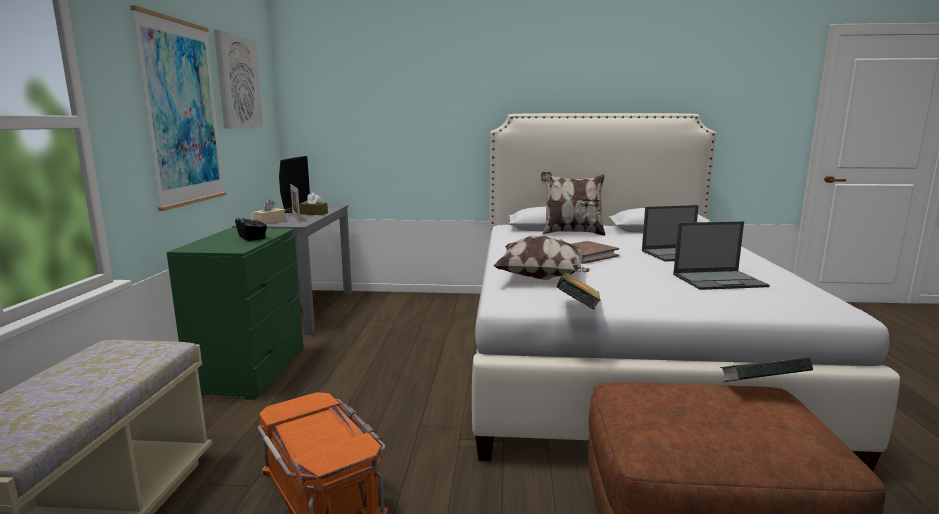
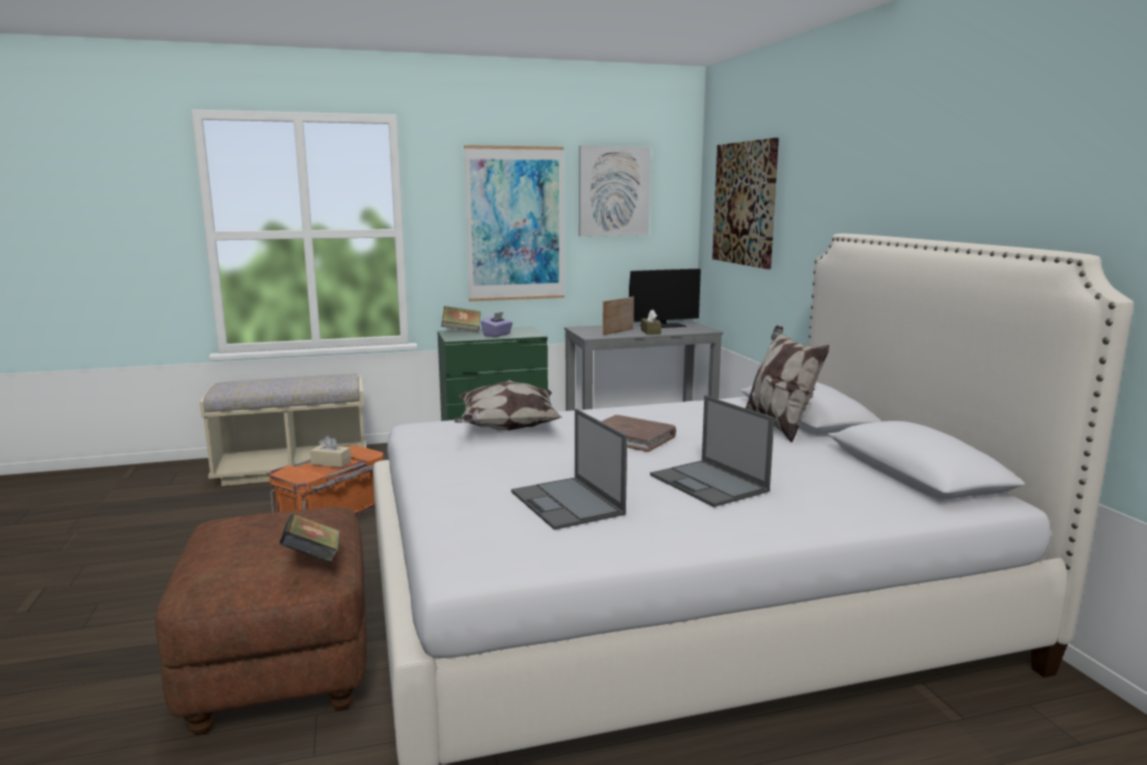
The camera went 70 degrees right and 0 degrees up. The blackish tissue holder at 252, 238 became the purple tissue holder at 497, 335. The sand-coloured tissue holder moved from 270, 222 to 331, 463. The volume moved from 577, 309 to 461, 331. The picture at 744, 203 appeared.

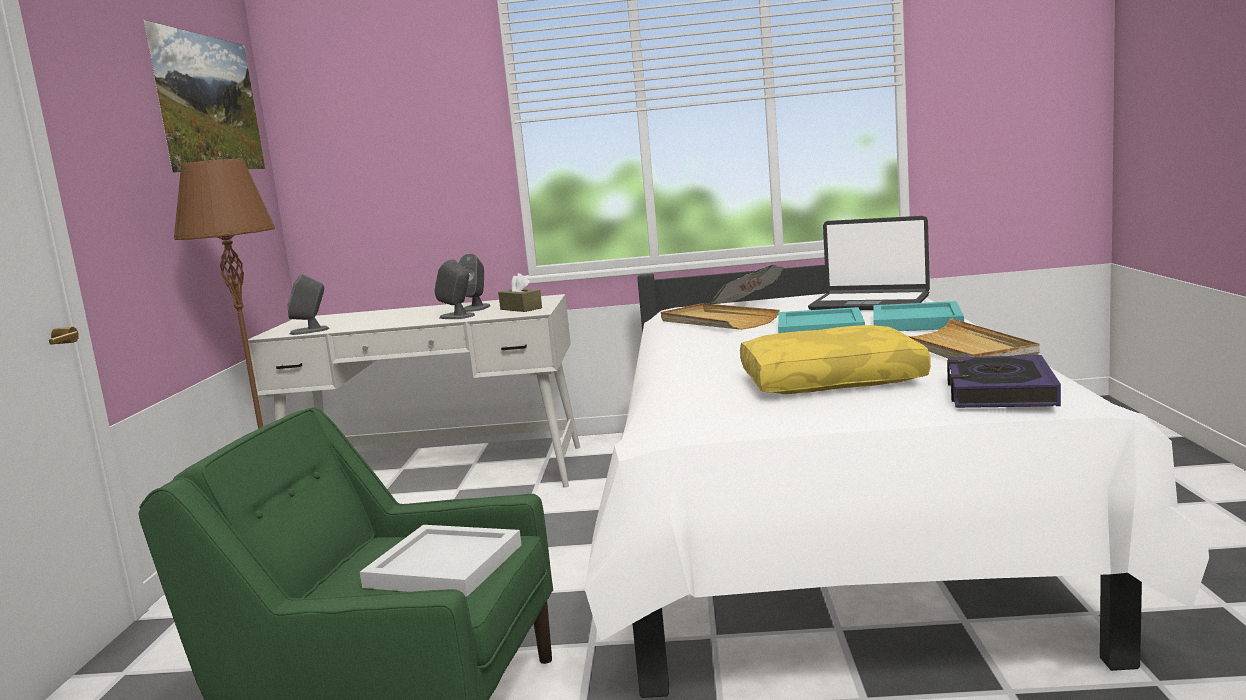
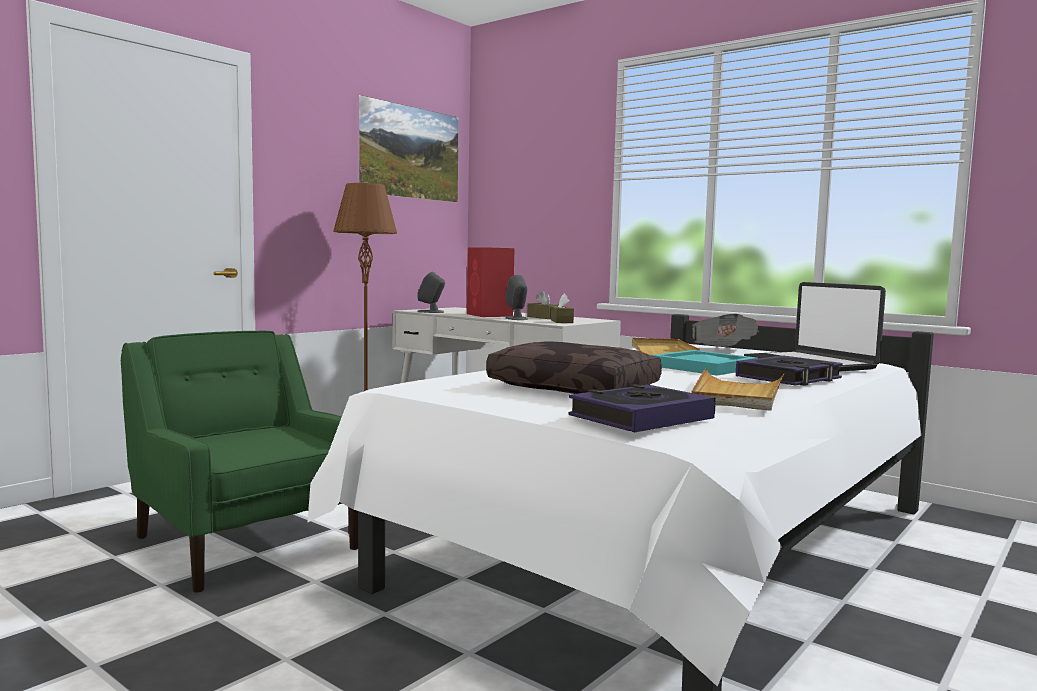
The camera went 35 degrees right and 5 degrees down. The white-coloured carrying tray at 442, 566 disappeared. The grey speaker at 476, 308 was replaced by the brown tissue holder at 543, 317. The yellow-coloured pillow at 831, 380 became the brown pillow at 575, 388. The turquoise-coloured carrying tray at 918, 321 was replaced by the volume at 789, 378. The red-coloured speaker at 490, 315 appeared.

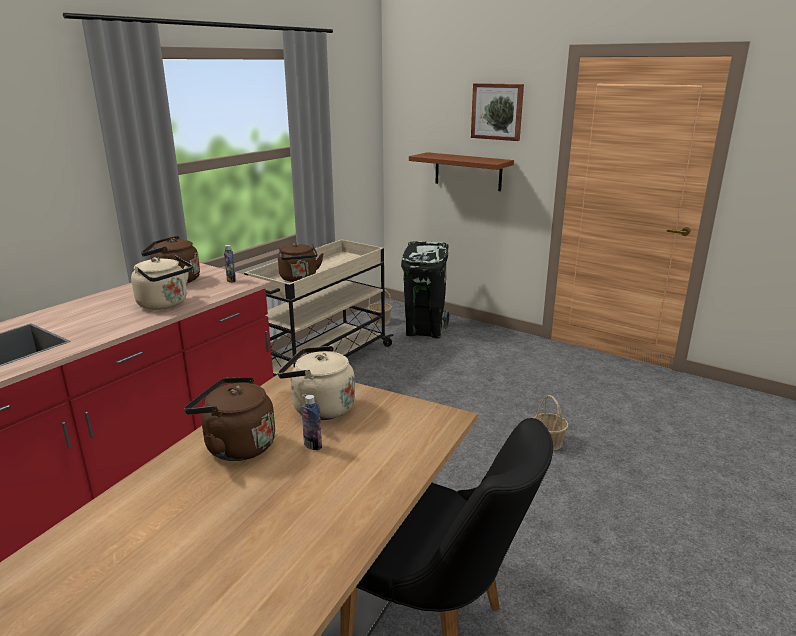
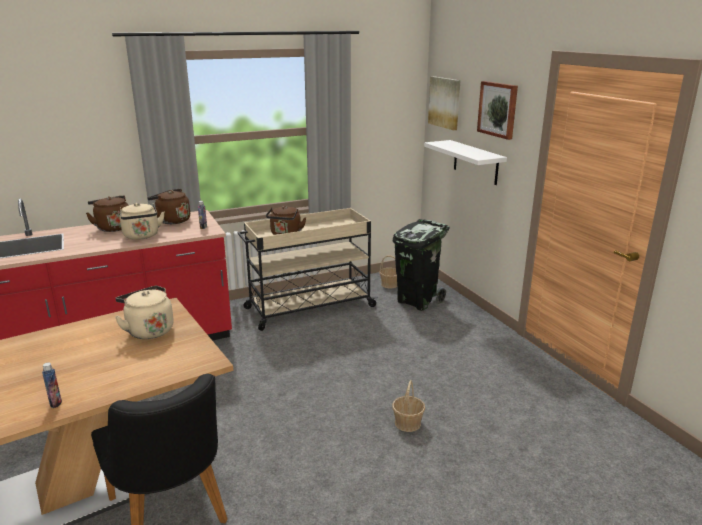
The camera went 30 degrees right and 0 degrees up. The brown tea kettle moved from 236, 446 to 112, 227. The beverage bottle moved from 313, 445 to 55, 403. The brown shelf at 468, 171 became the white-coloured shelf at 475, 162. The picture at 445, 102 appeared.

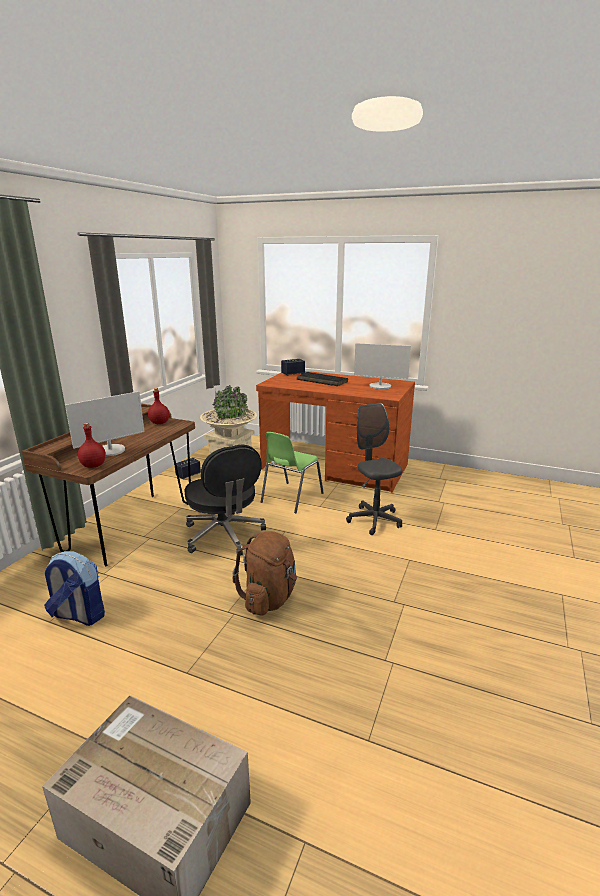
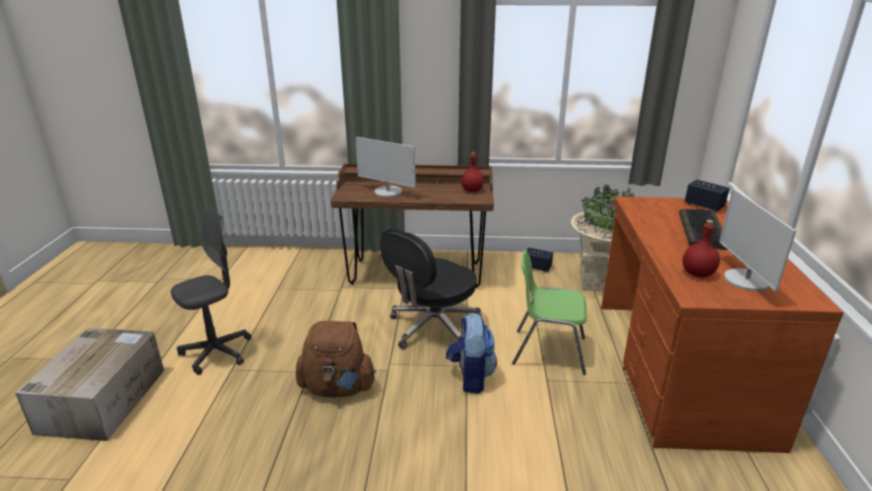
The camera went 70 degrees right and 5 degrees up. The backpack moved from 78, 615 to 470, 377. The red-coloured beverage bottle moved from 93, 465 to 697, 273. The grey desk chair moved from 374, 520 to 217, 352.

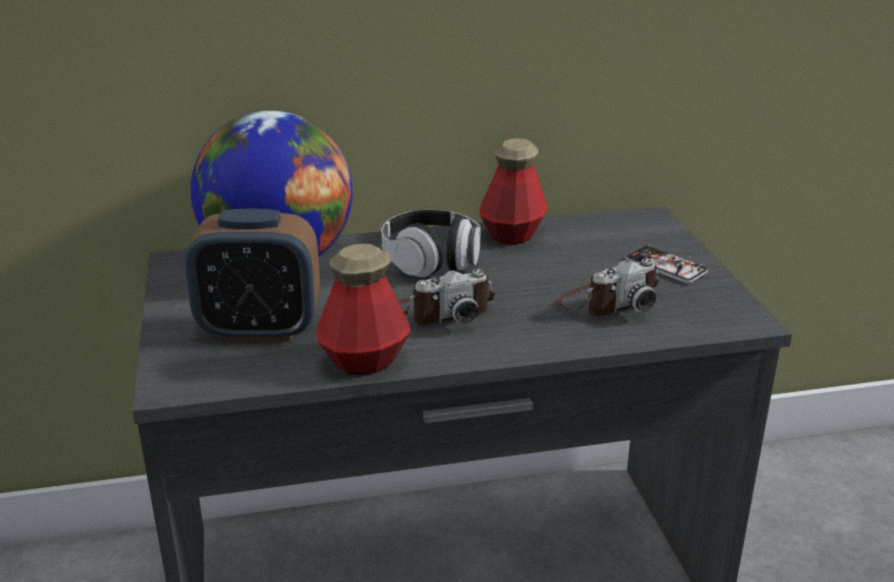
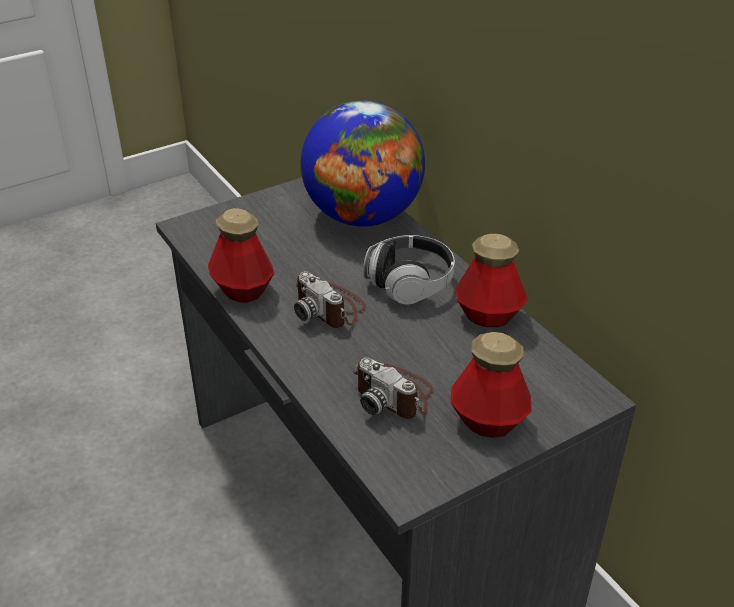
The camera went 70 degrees right and 10 degrees up. The alarm clock at 259, 330 disappeared. The phone at 665, 266 was replaced by the beverage bottle at 488, 421.

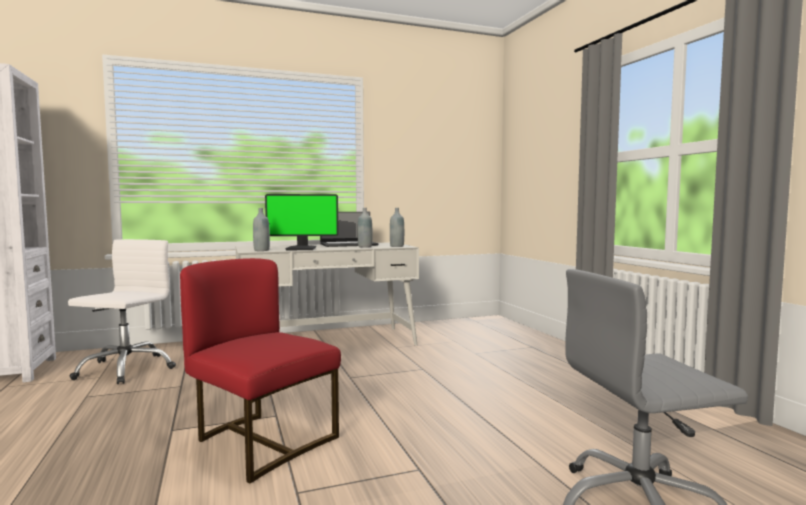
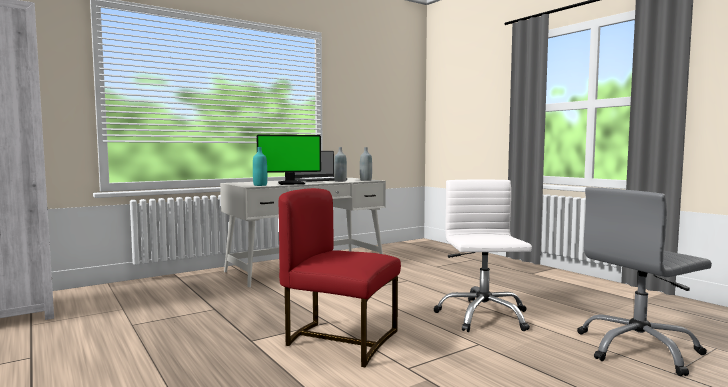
The camera went 15 degrees left and 0 degrees up. The white-coloured desk chair moved from 125, 369 to 482, 316. The grey beverage bottle at 261, 250 became the turquoise-coloured beverage bottle at 260, 185.

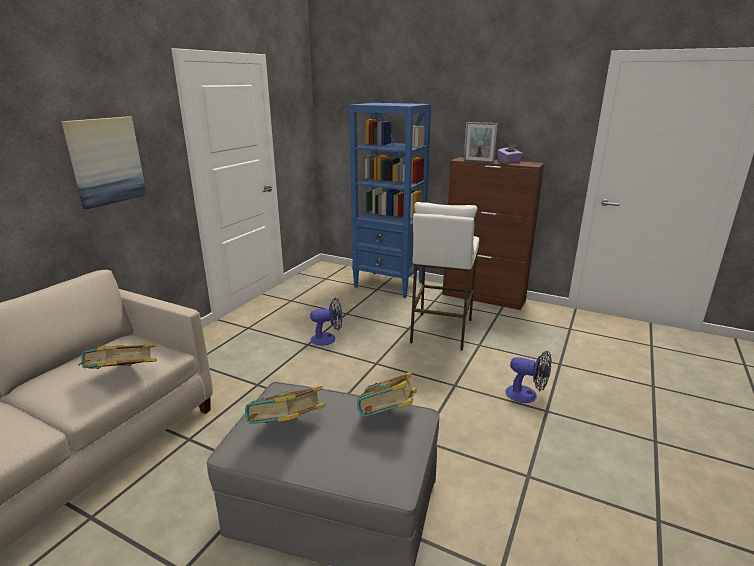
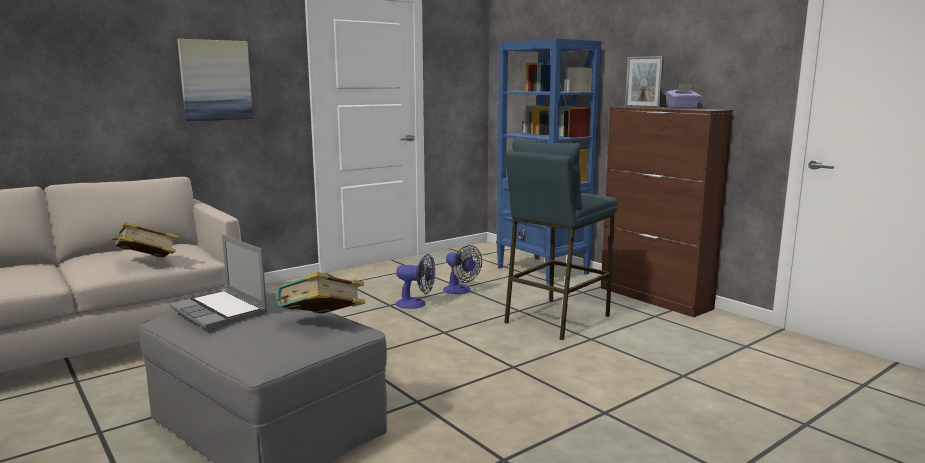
The camera went 25 degrees right and 10 degrees down. The volume at 287, 428 was replaced by the laptop at 221, 311. The white-coloured stool seat at 440, 331 became the blue-coloured stool seat at 555, 319. The electric fan moved from 527, 395 to 460, 291.

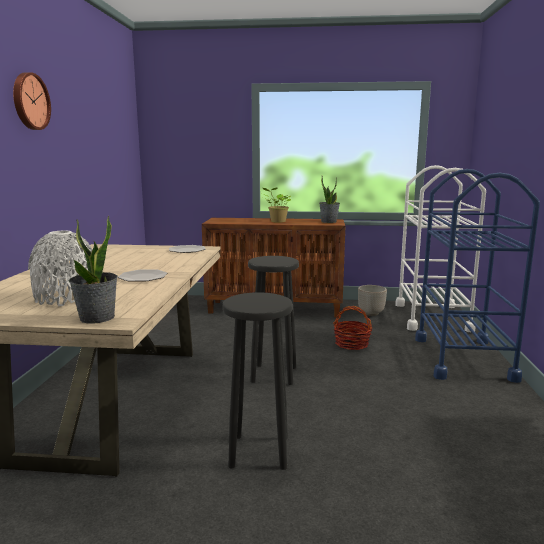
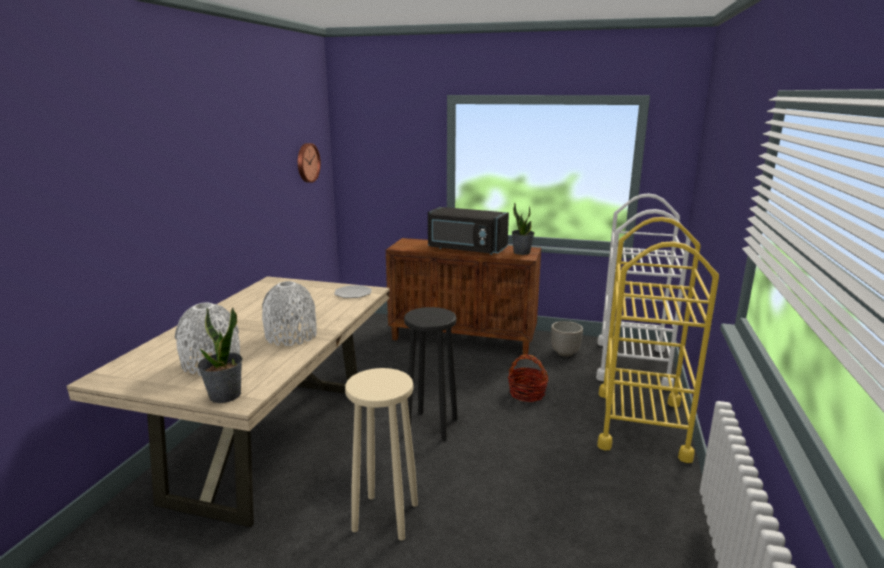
The camera went 10 degrees right and 5 degrees up. The wall clock moved from 29, 101 to 307, 162. The dinner plate at 143, 277 was replaced by the white-coloured flower vase at 291, 336. The blackish stool seat at 259, 452 became the sand-coloured stool seat at 385, 517. The potted plant at 277, 221 was replaced by the blackish kitchen microwave at 466, 249. The blue-coloured trolley at 463, 358 became the yellow-coloured trolley at 641, 424.

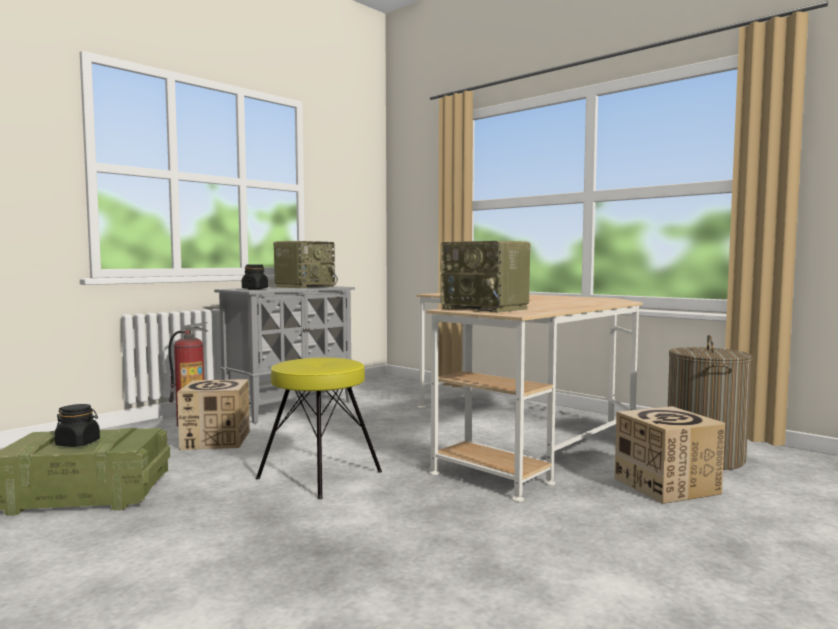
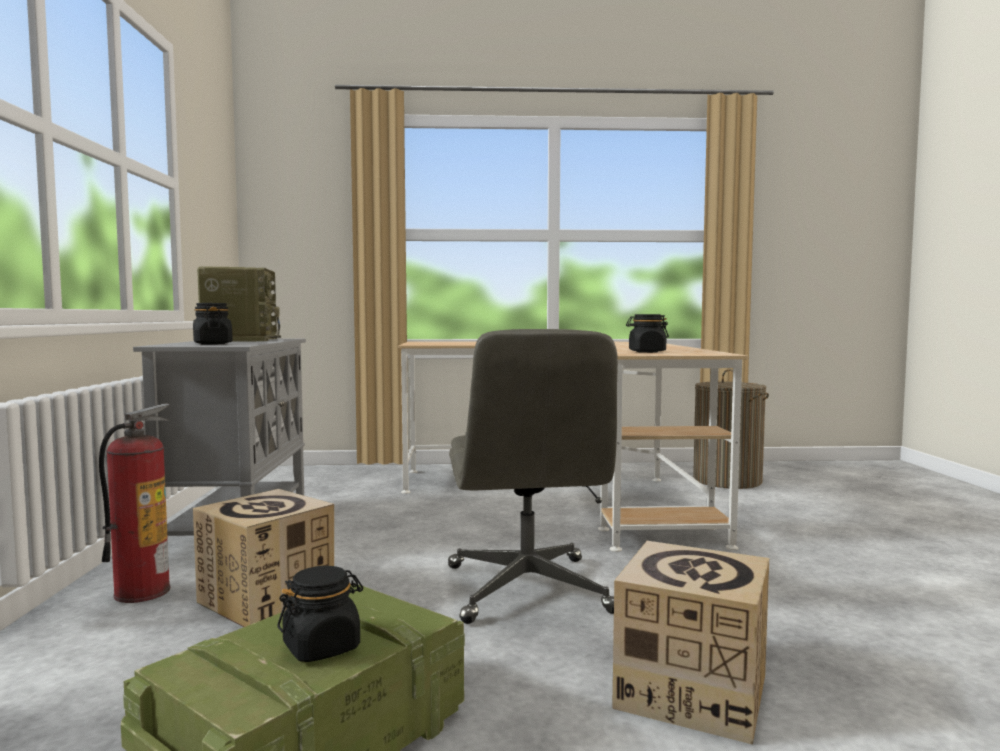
The camera went 45 degrees left and 0 degrees up. The yellow-coloured stool seat at 318, 475 was replaced by the grey desk chair at 528, 590. The radio set at 486, 309 was replaced by the blackish jar at 646, 352. The packing box moved from 666, 486 to 692, 691.

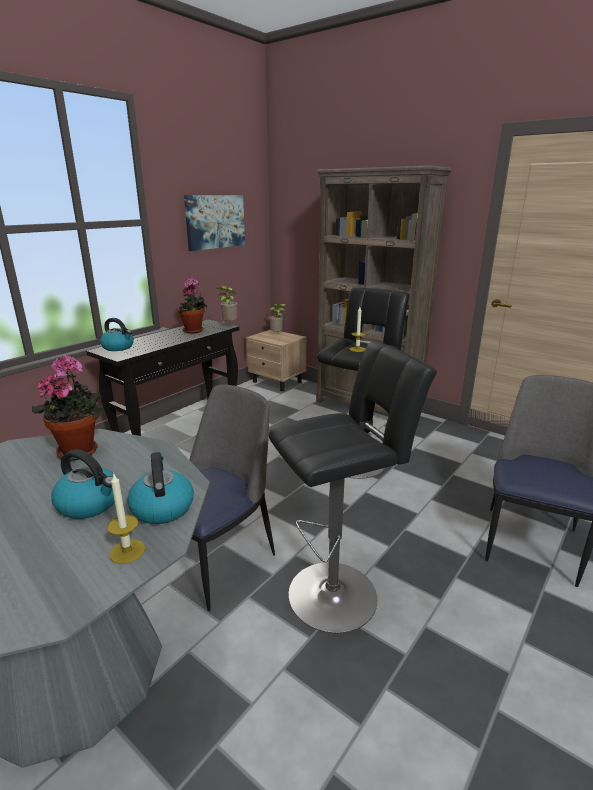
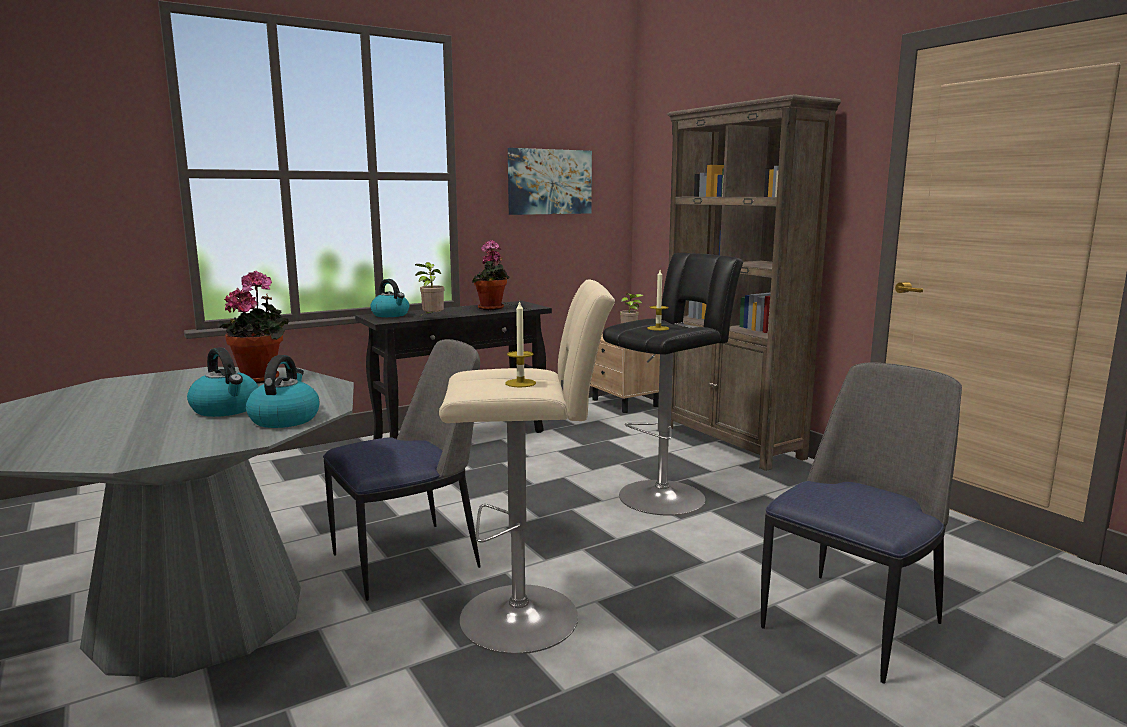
The camera went 20 degrees right and 10 degrees down. The candle moved from 127, 551 to 520, 383. The potted plant moved from 229, 325 to 431, 318. The blackish stool seat at 338, 592 became the sand-coloured stool seat at 528, 616.

